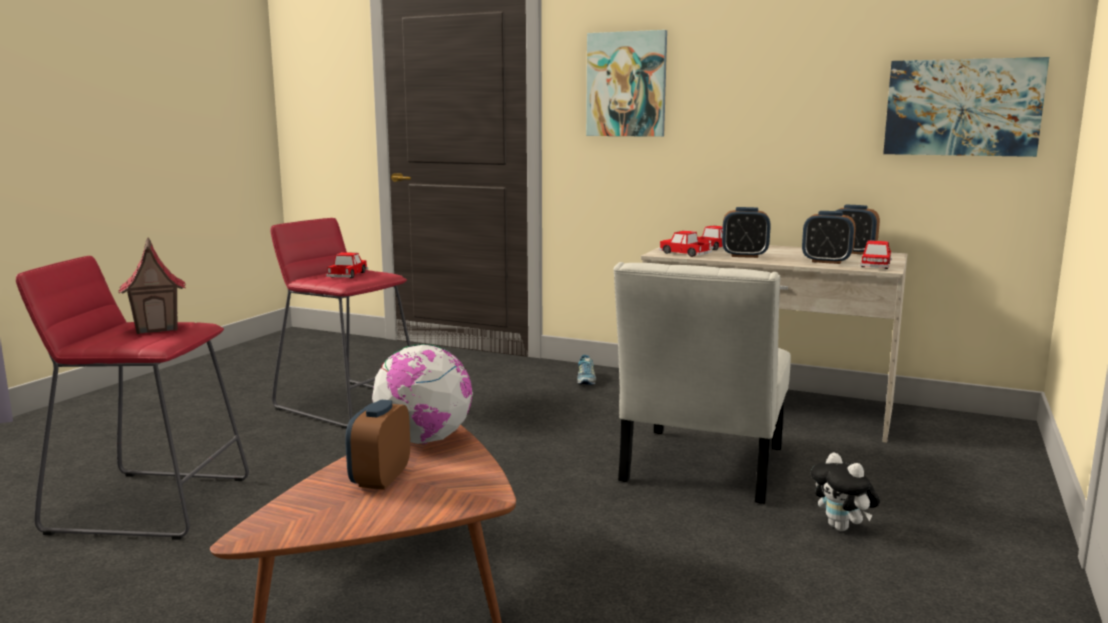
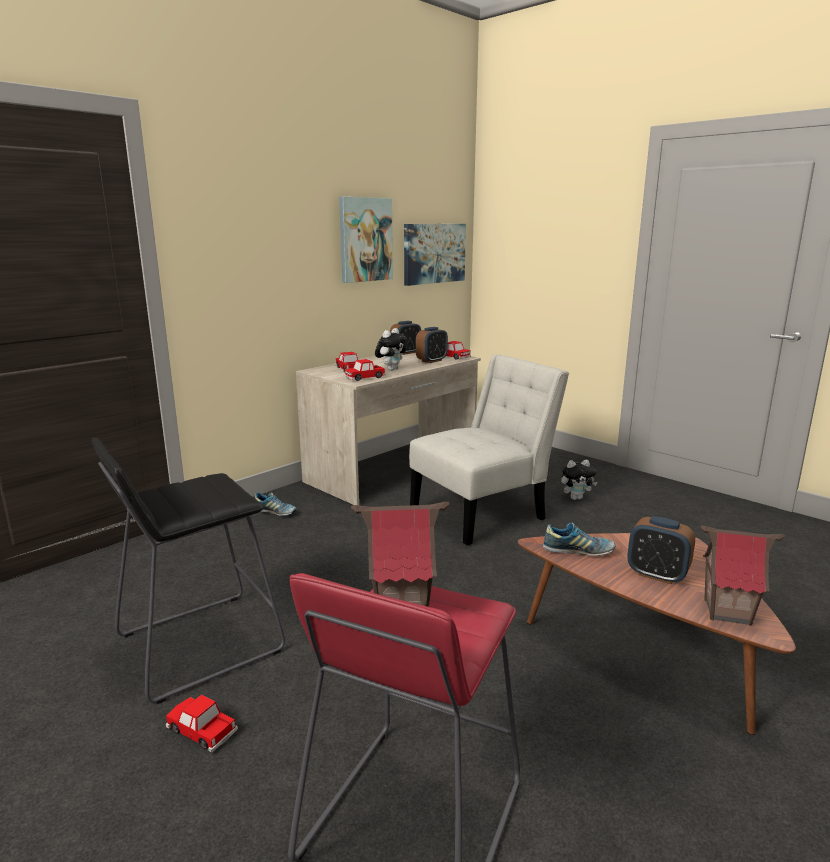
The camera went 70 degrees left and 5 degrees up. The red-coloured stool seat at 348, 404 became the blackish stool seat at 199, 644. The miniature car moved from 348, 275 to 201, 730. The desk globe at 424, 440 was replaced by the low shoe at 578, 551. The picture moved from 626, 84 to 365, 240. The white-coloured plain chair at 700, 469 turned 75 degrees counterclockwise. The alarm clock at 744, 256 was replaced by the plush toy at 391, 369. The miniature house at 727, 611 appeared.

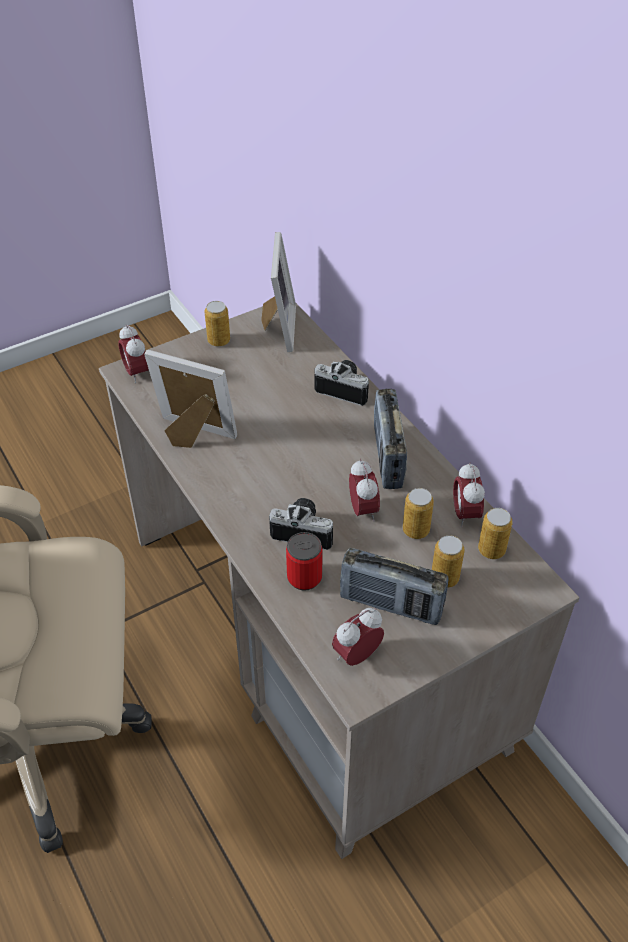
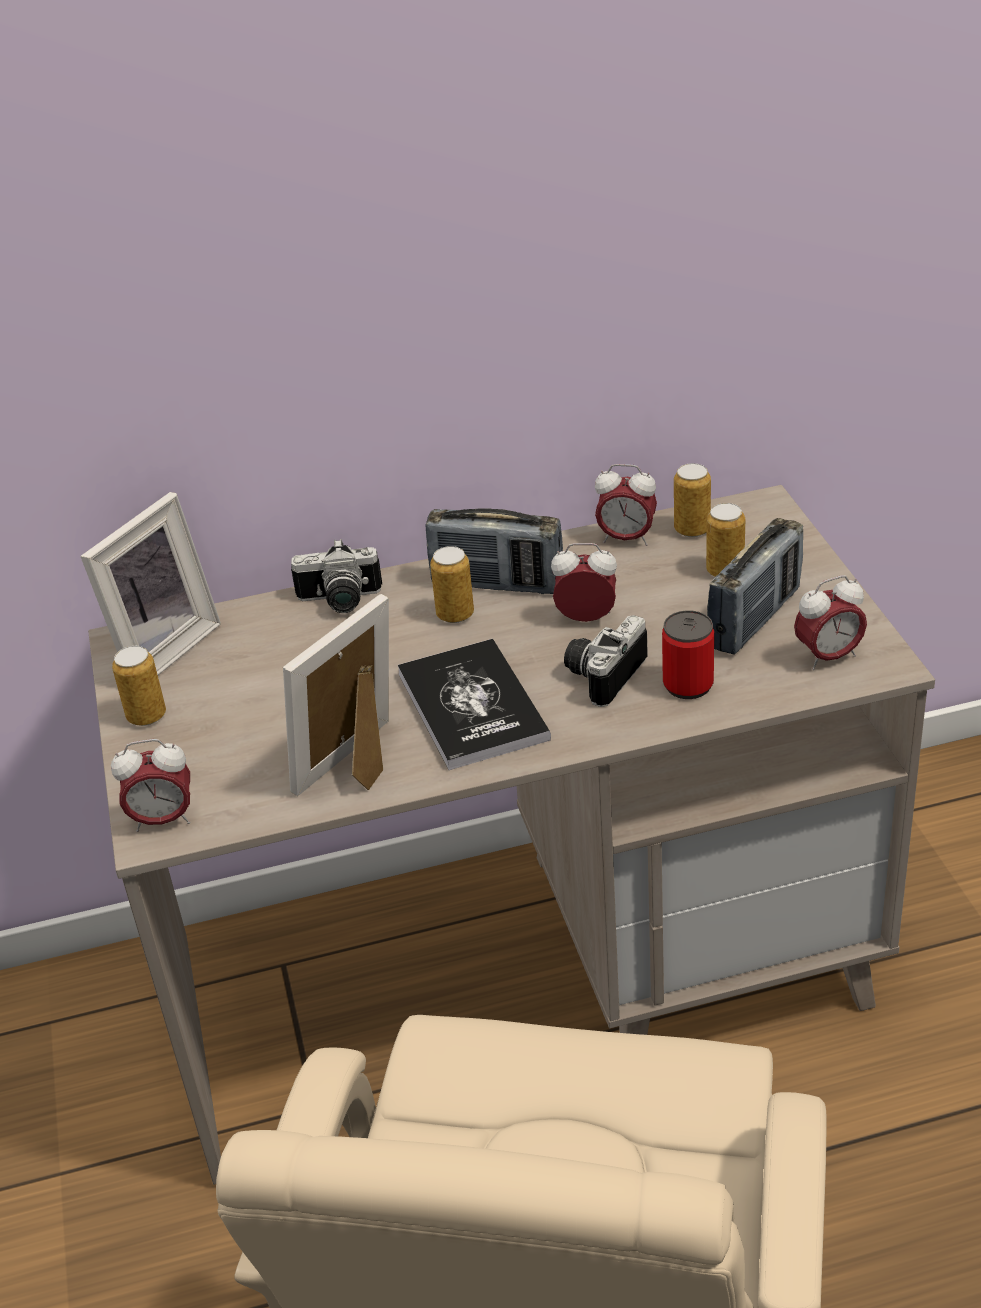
The camera went 70 degrees left and 10 degrees down. The photo frame at 277, 328 turned 105 degrees clockwise. The photo camera at 345, 388 turned 135 degrees counterclockwise. The alarm clock at 357, 655 turned 90 degrees counterclockwise. The can moved from 416, 530 to 455, 614. The volume at 472, 706 appeared.

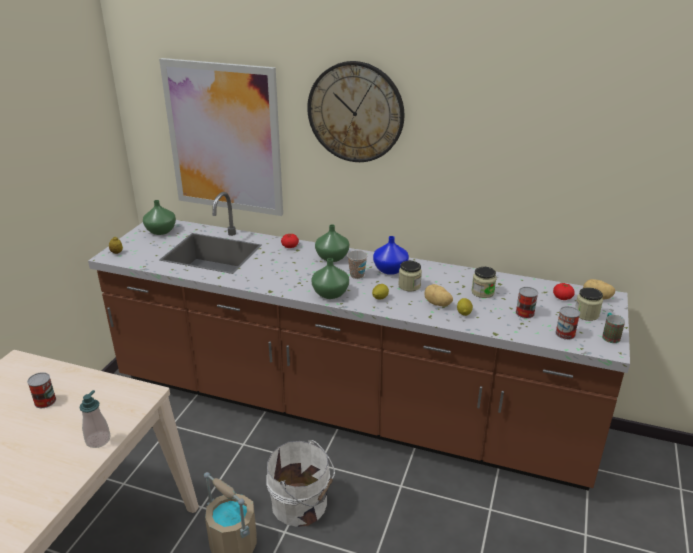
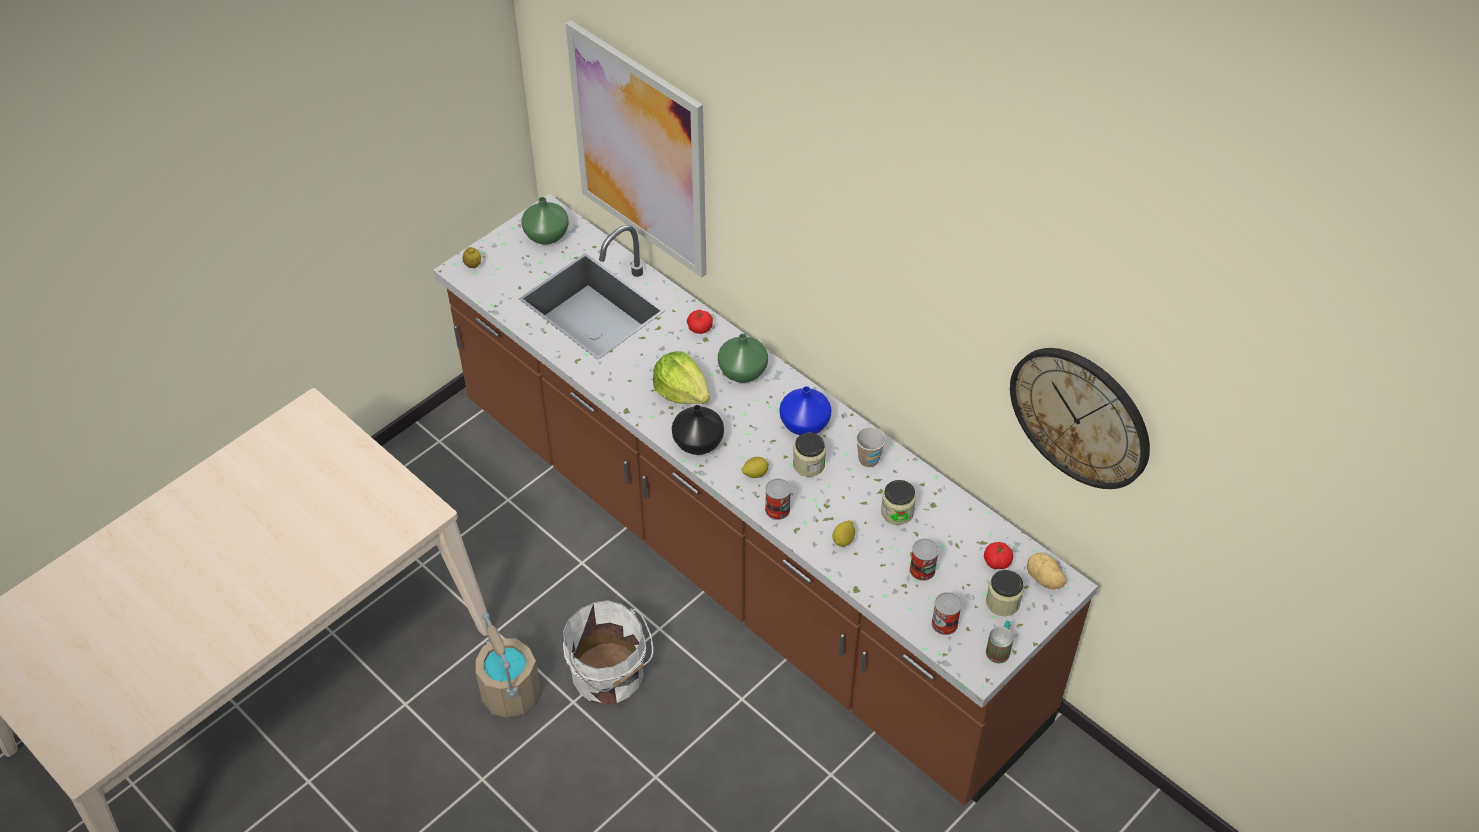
The camera went 25 degrees right and 20 degrees up. The can moved from 45, 401 to 777, 509. The soap bottle at 98, 440 disappeared. The wall clock moved from 355, 112 to 1080, 416. The green flower vase at 330, 293 became the blackish flower vase at 698, 442. The cup moved from 357, 275 to 868, 459. The whole potato at 437, 304 disappeared. The head of lettuce at 682, 391 appeared.

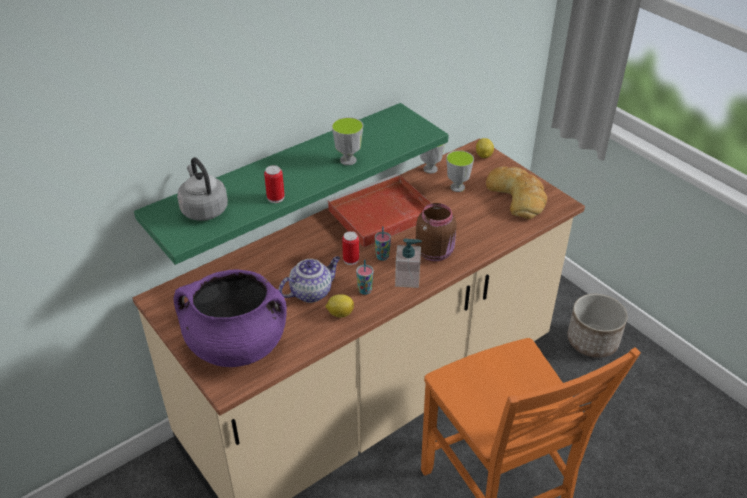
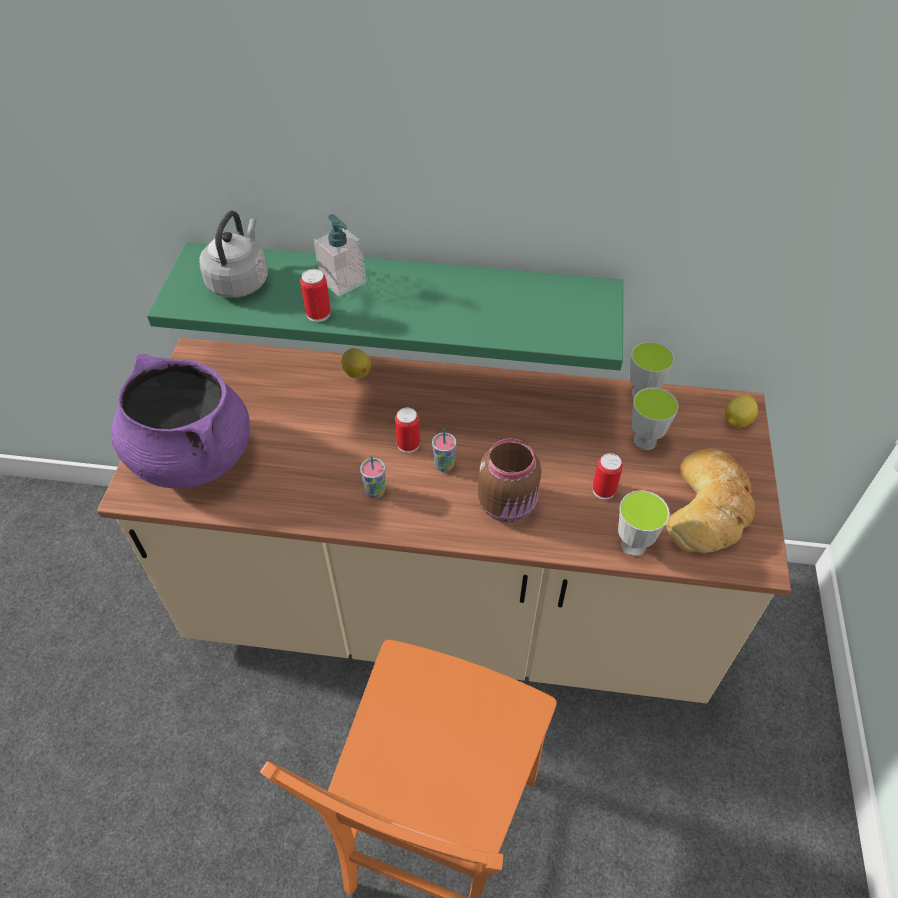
The camera went 45 degrees right and 10 degrees up. The pot for tea at 311, 292 disappeared. The lemon moved from 340, 313 to 356, 372. The red-coloured carrying tray at 380, 214 disappeared. The cup moved from 348, 160 to 633, 545. The soap bottle moved from 407, 279 to 343, 281. The planter at 592, 341 disappeared. The can at 603, 490 appeared.

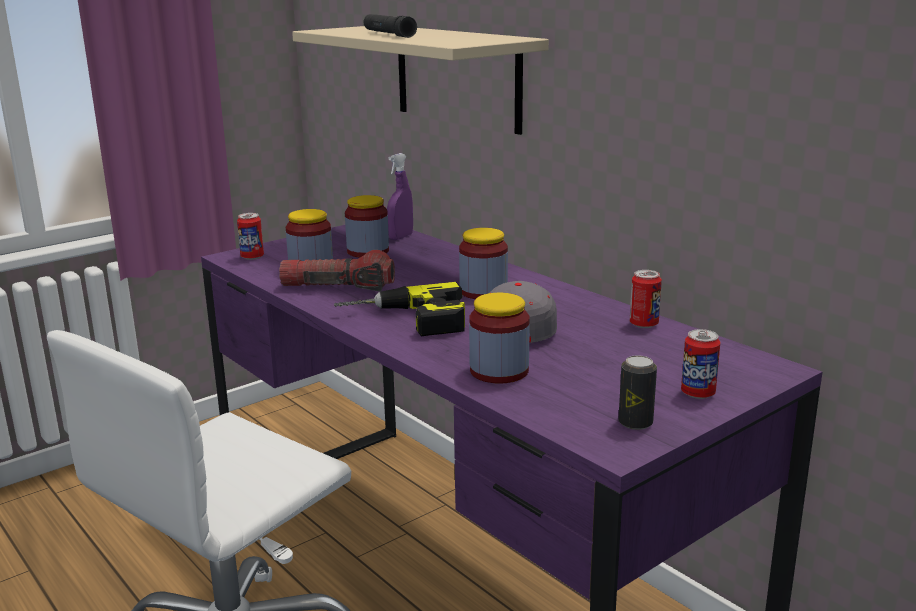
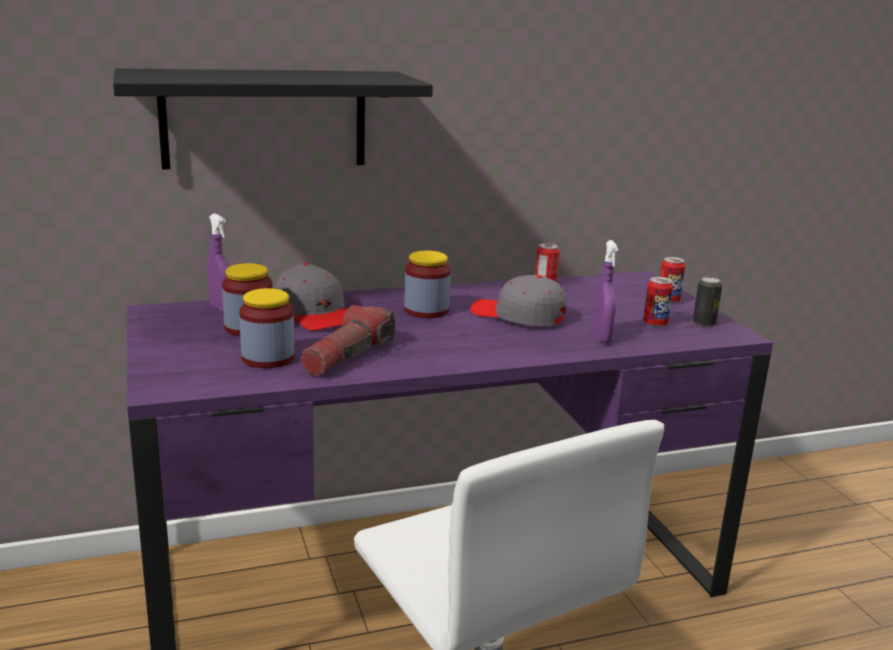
The camera went 70 degrees left and 0 degrees up. The can moved from 252, 257 to 655, 324. The sand-coloured shelf at 457, 77 became the blackish shelf at 264, 119. The power drill at 405, 321 disappeared. The blackish torch at 388, 34 disappeared. The jar at 499, 371 was replaced by the purple hand sprayer at 601, 338. The grey peaked cap at 315, 313 appeared.

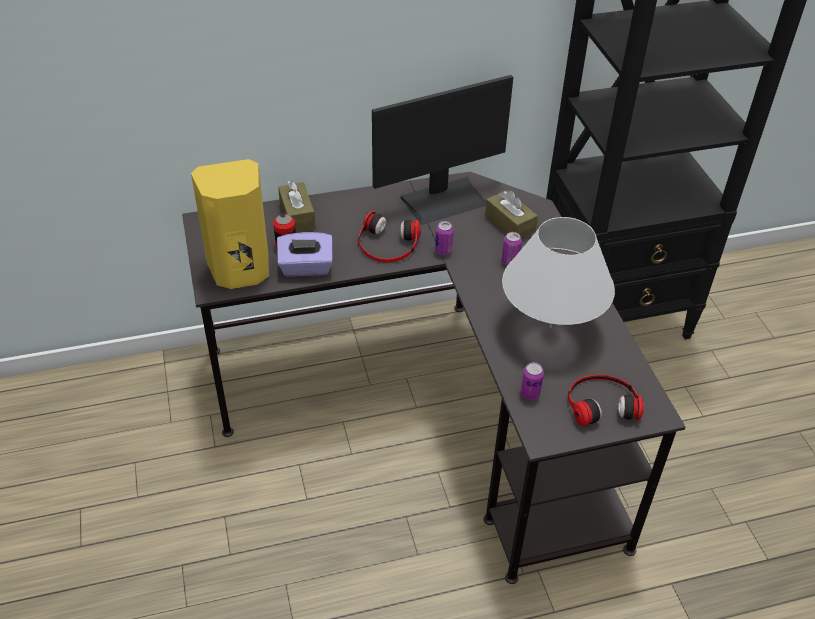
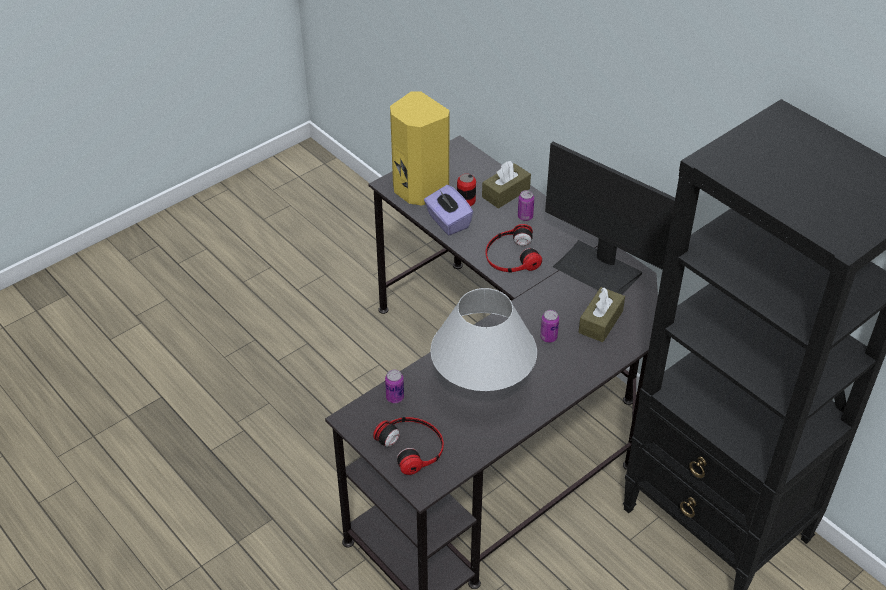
The camera went 65 degrees right and 0 degrees up. The can moved from 443, 250 to 525, 217.

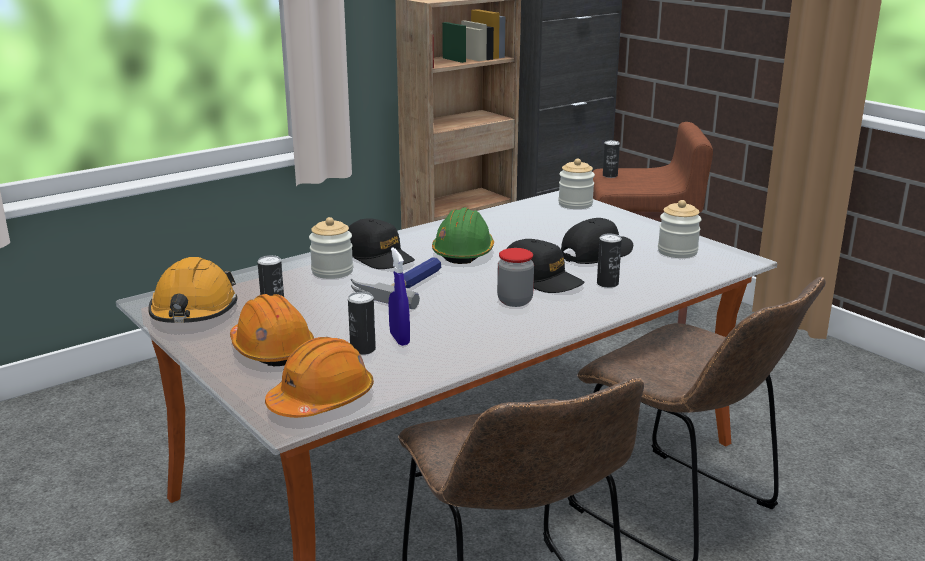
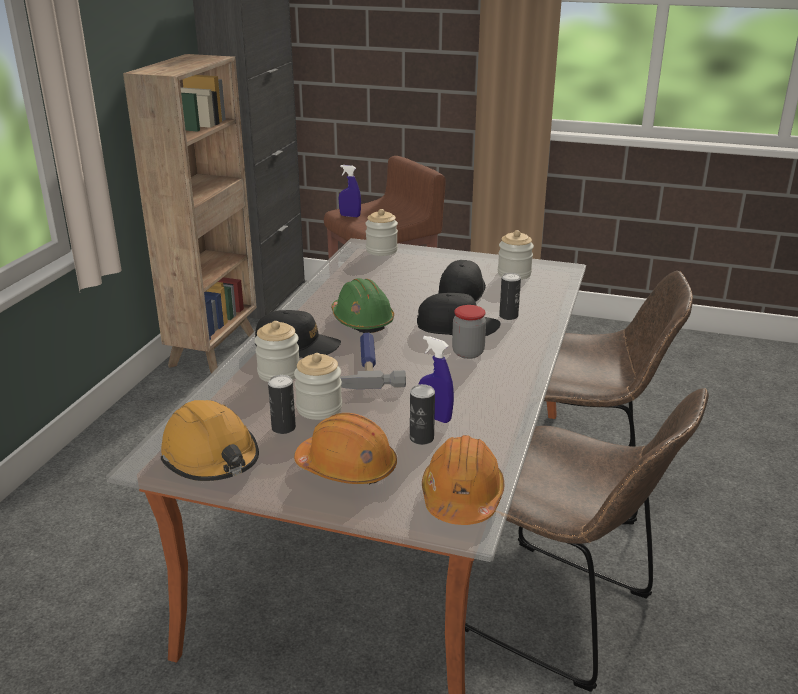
The camera went 35 degrees left and 5 degrees up. The can at 610, 176 was replaced by the blue-coloured hand sprayer at 350, 216. The jar at 319, 408 appeared.

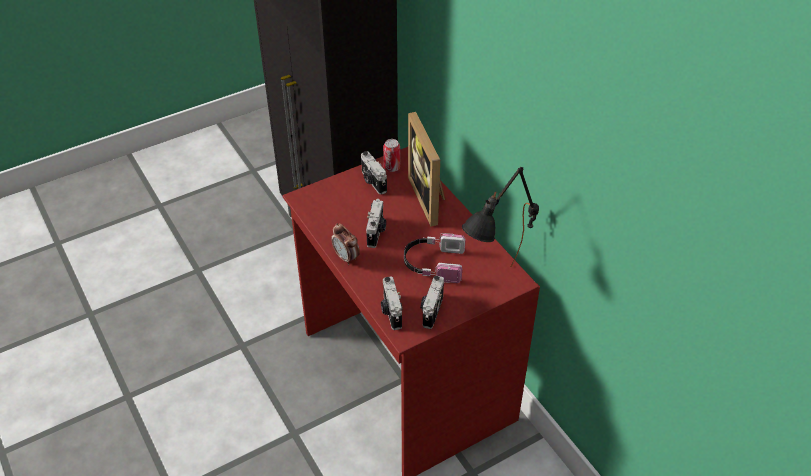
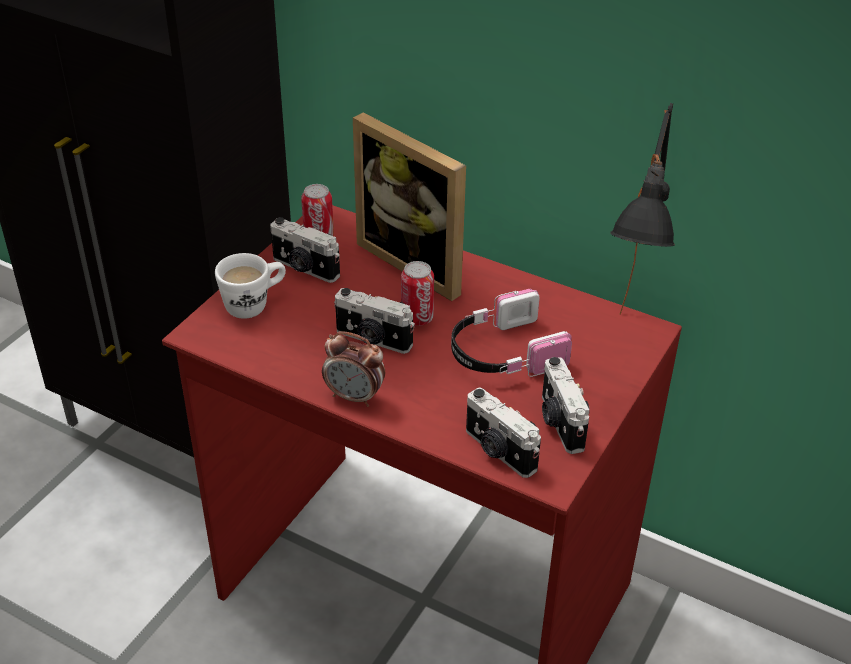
The camera went 30 degrees left and 5 degrees down. The photo camera at 376, 232 turned 135 degrees clockwise. The white-coloured coffee mug at 255, 304 appeared. The can at 417, 318 appeared.

